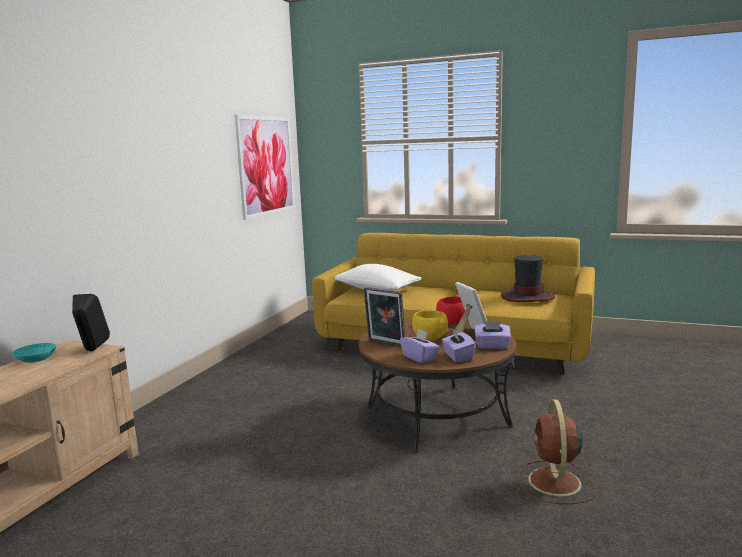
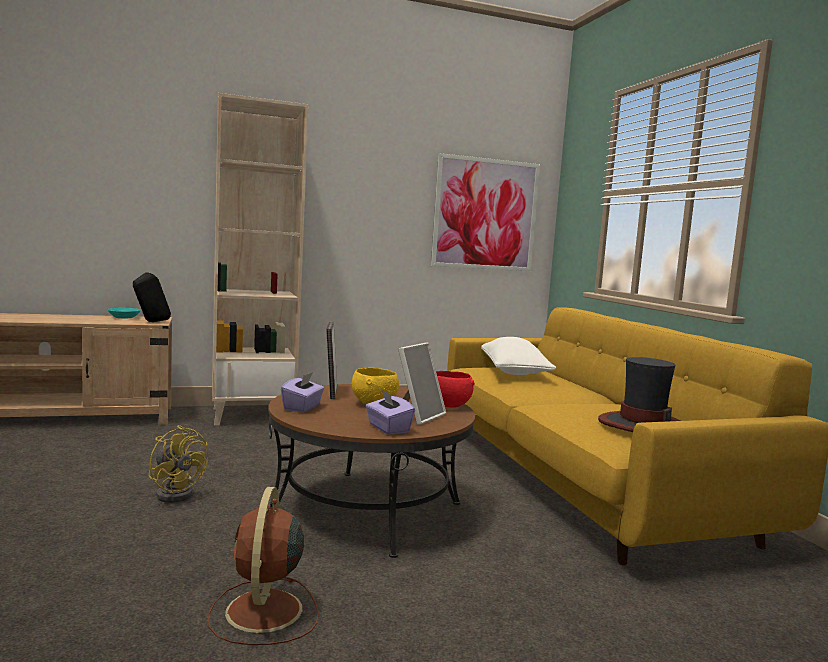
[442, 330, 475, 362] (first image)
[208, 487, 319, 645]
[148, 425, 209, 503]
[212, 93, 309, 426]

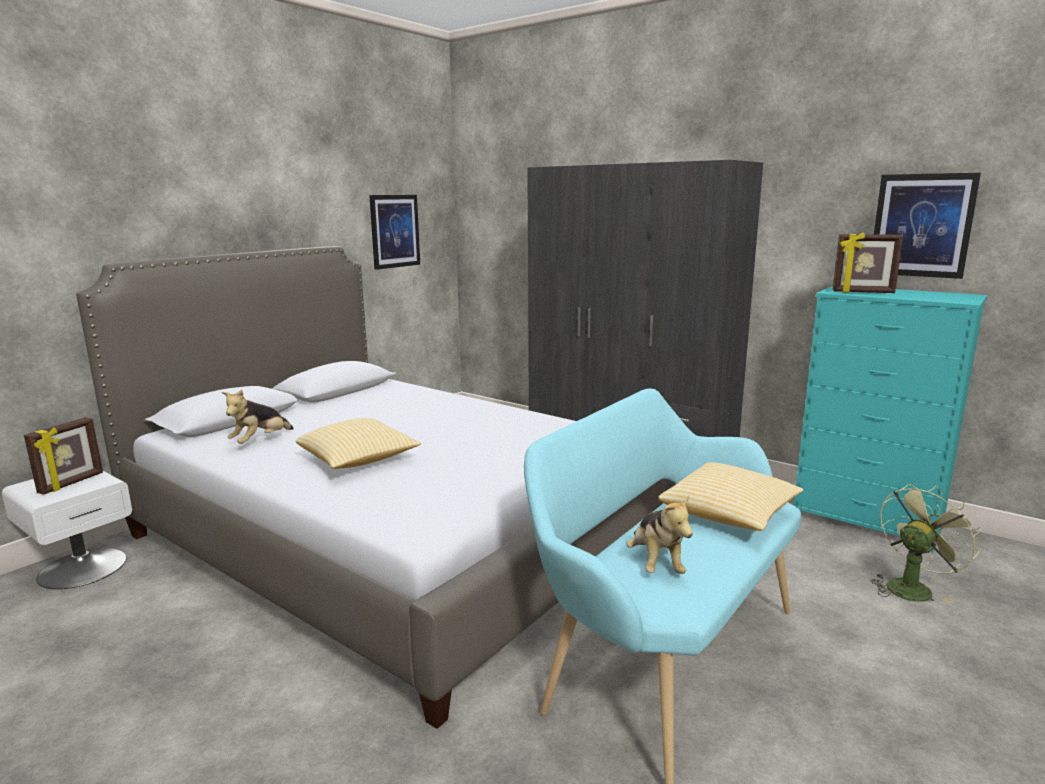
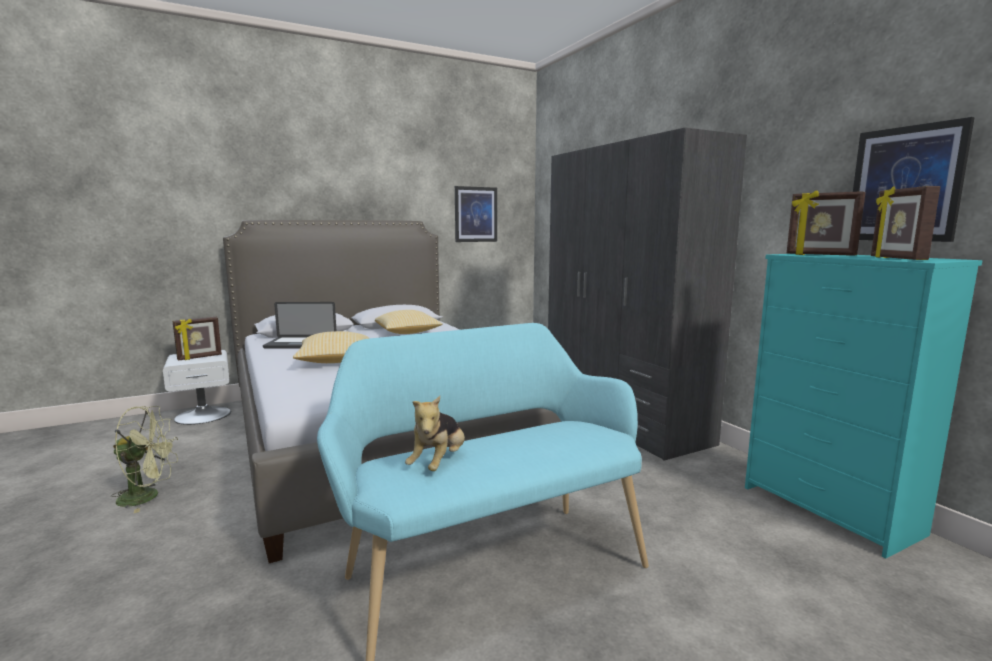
[263, 302, 337, 349]
[375, 310, 443, 334]
[111, 406, 178, 513]
[871, 186, 941, 260]

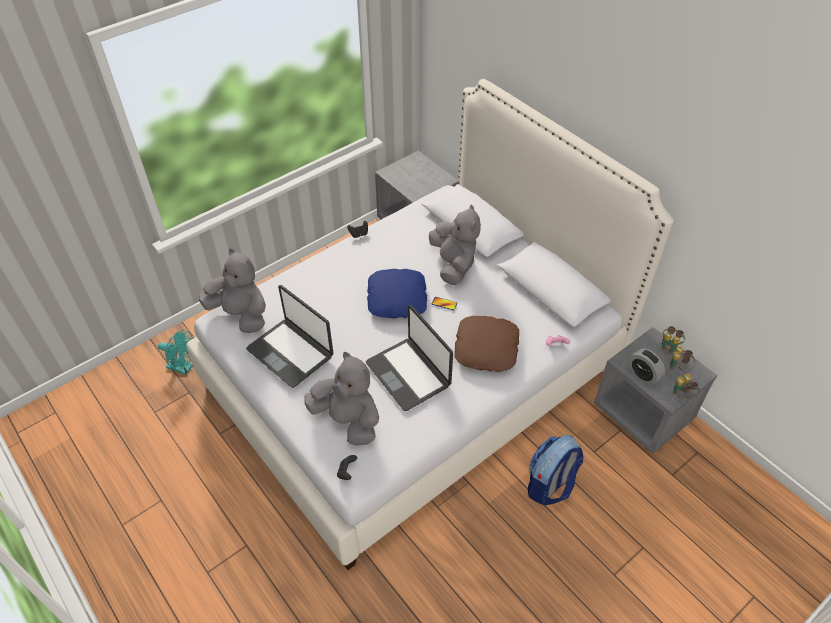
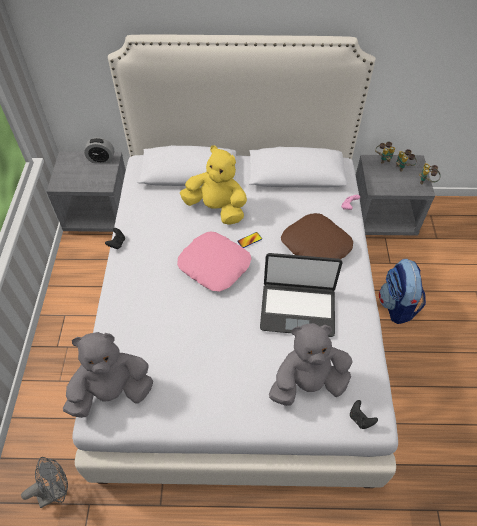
[21, 457, 68, 508]
[246, 285, 334, 388] (first image)
[177, 232, 252, 291]
[180, 146, 247, 225]
[84, 137, 114, 163]

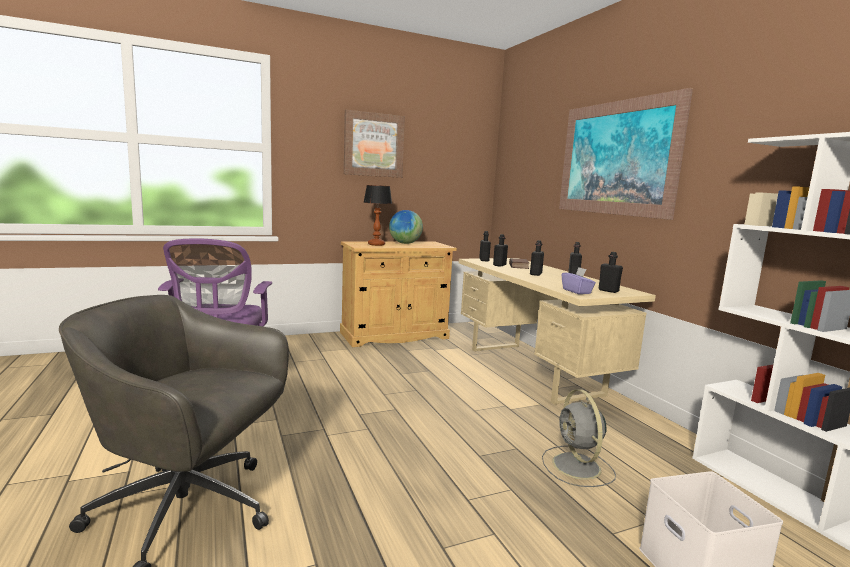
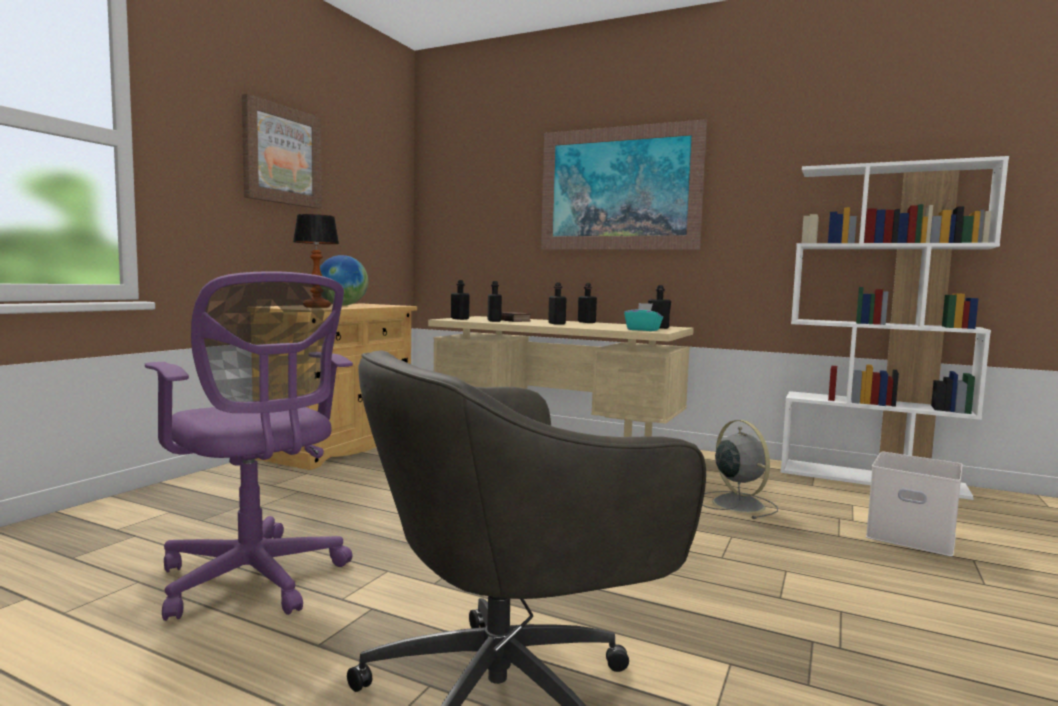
[702, 420, 778, 519]
[624, 303, 663, 331]

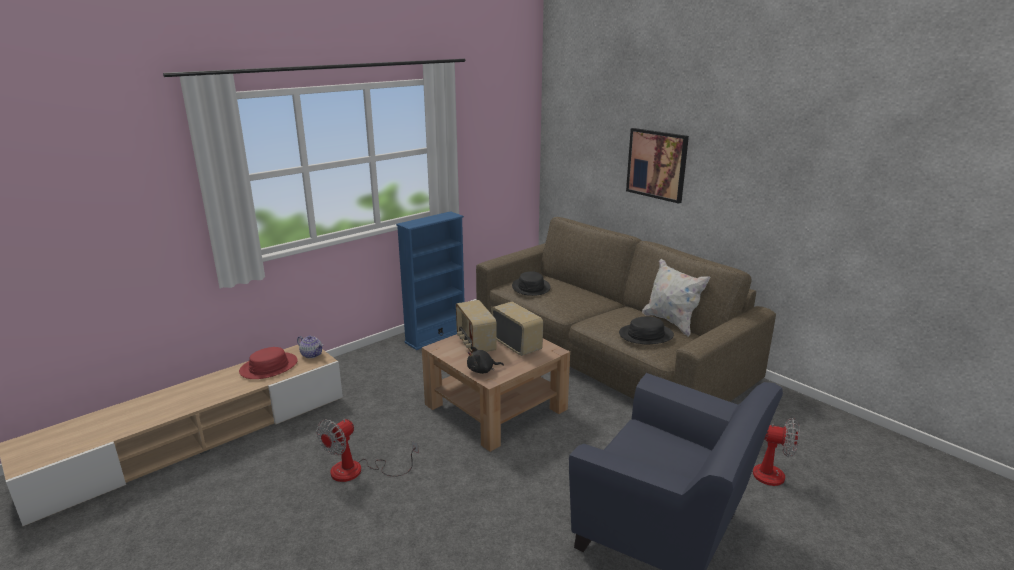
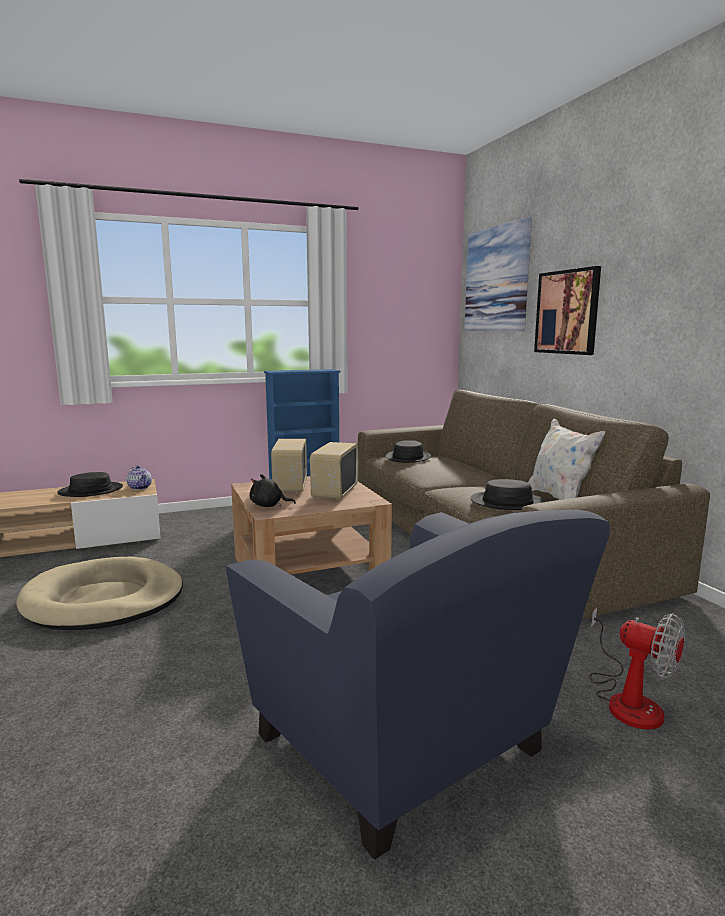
[57, 472, 123, 497]
[16, 557, 183, 630]
[310, 442, 358, 500]
[464, 217, 532, 331]

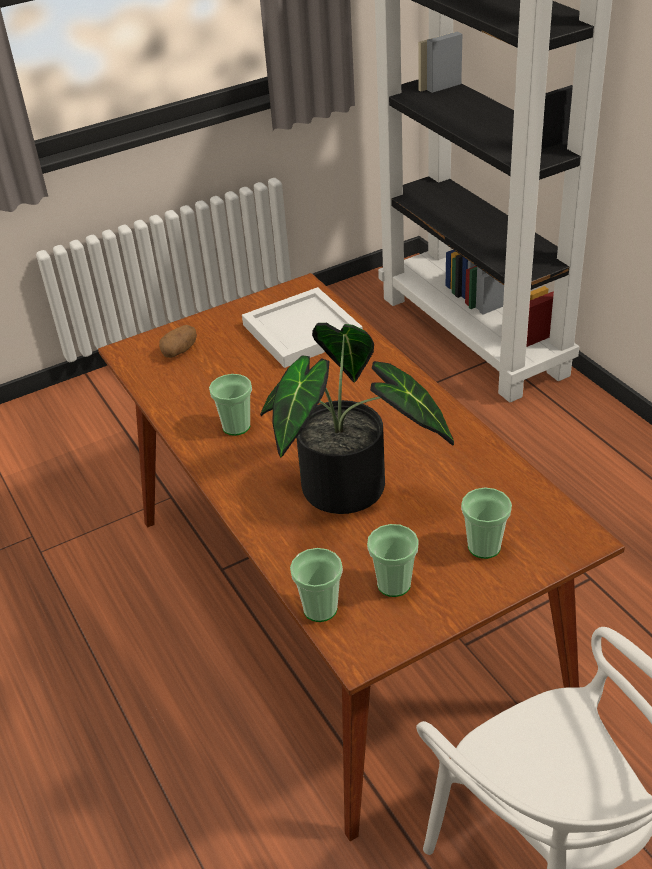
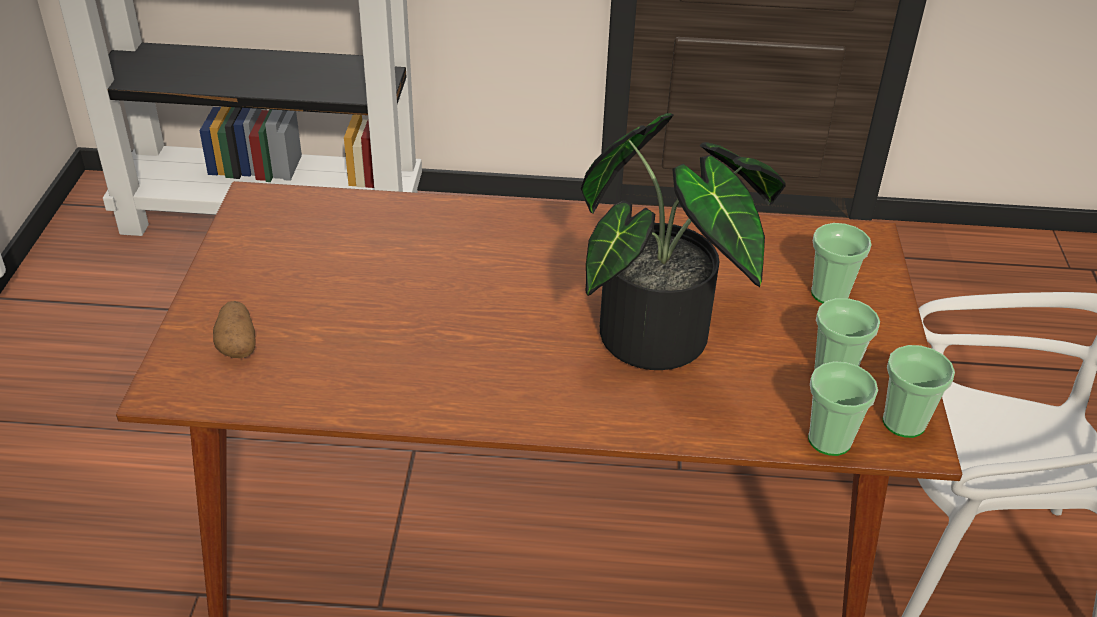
[883, 345, 955, 438]
[242, 287, 363, 368] (first image)

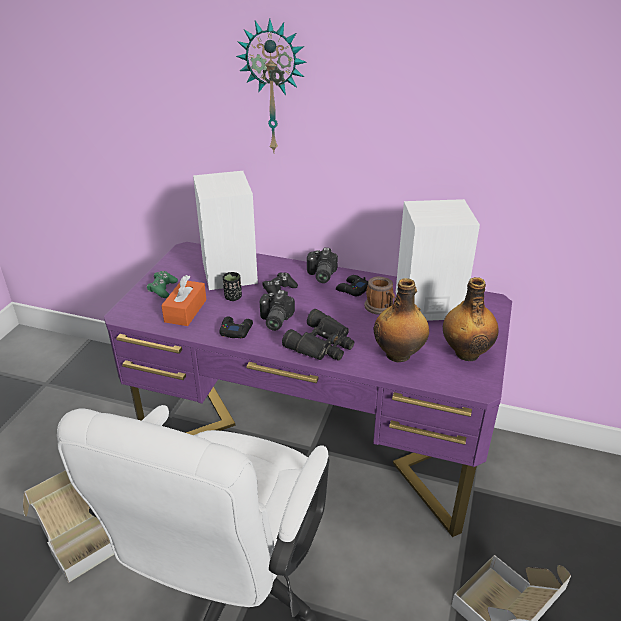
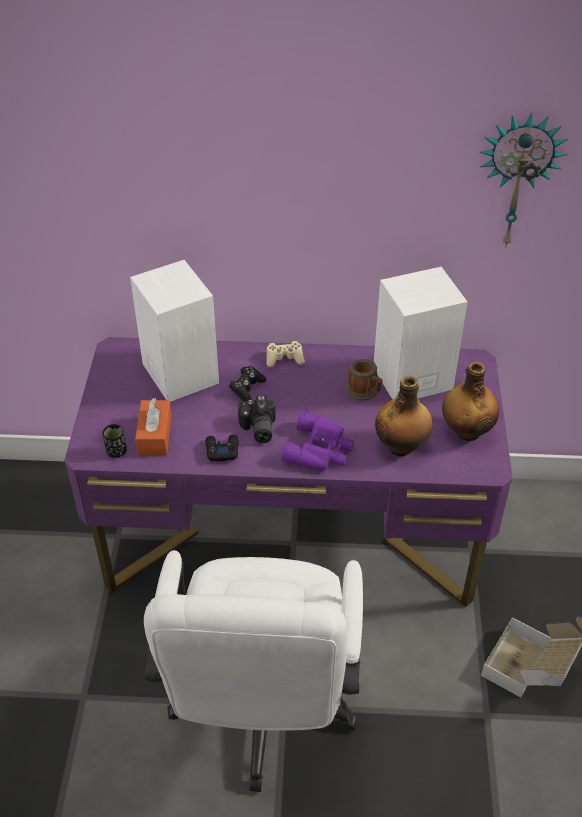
[23, 470, 114, 583] (first image)
[147, 271, 178, 298] (first image)
[102, 424, 127, 458]
[479, 113, 568, 248]
[281, 410, 354, 470]
[266, 341, 305, 367]
[336, 275, 368, 296] (first image)

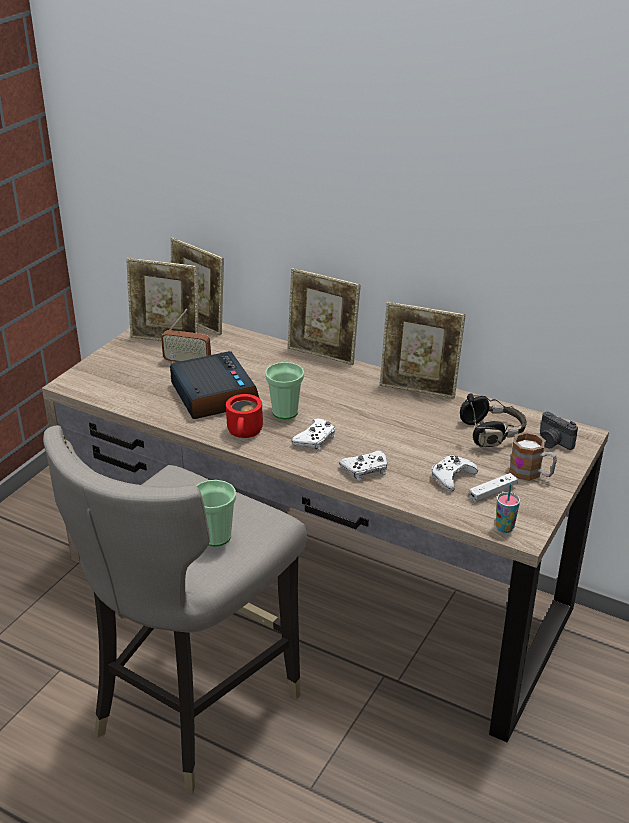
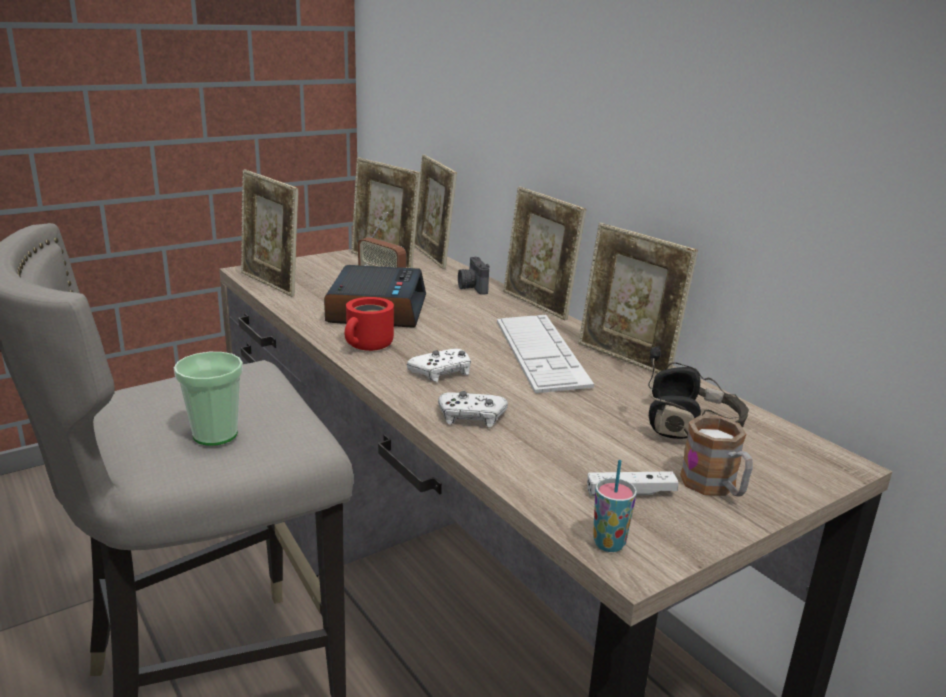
[265, 362, 304, 419] (first image)
[431, 455, 478, 492] (first image)
[458, 257, 490, 295]
[241, 169, 298, 297]
[497, 315, 594, 393]

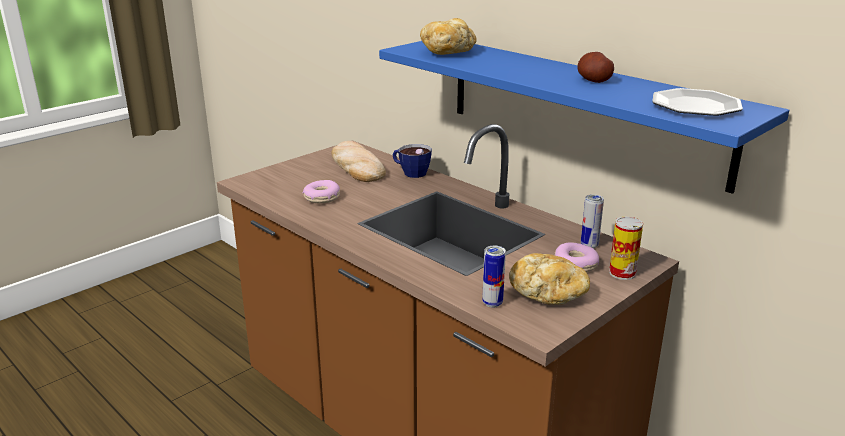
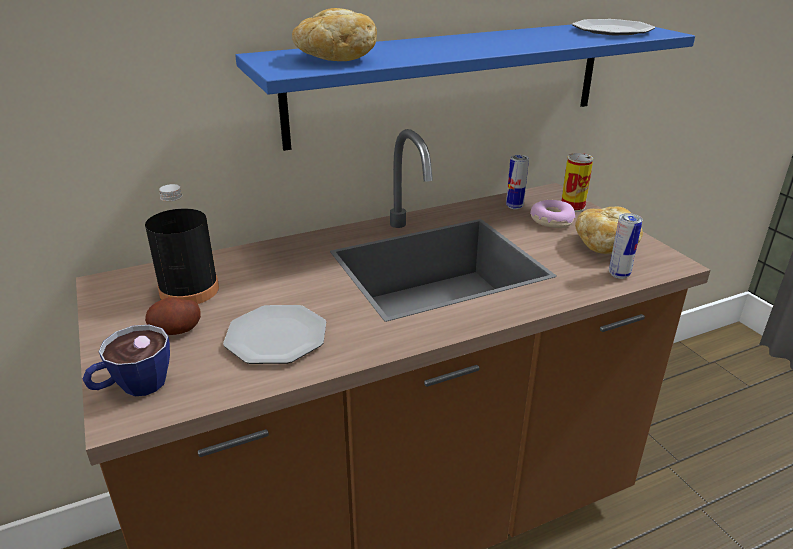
[223, 305, 326, 364]
[145, 184, 219, 304]
[83, 325, 170, 396]
[145, 297, 201, 335]

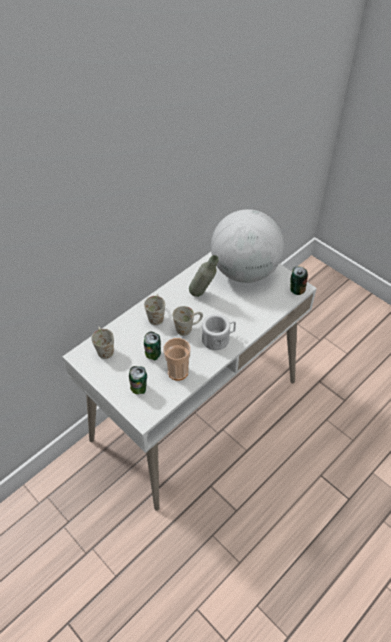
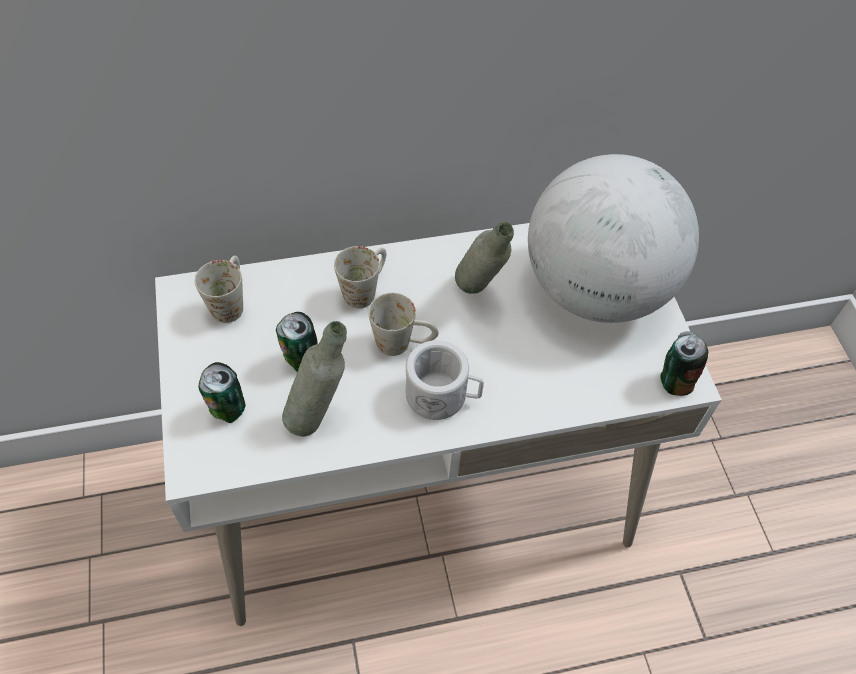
[282, 321, 347, 436]

